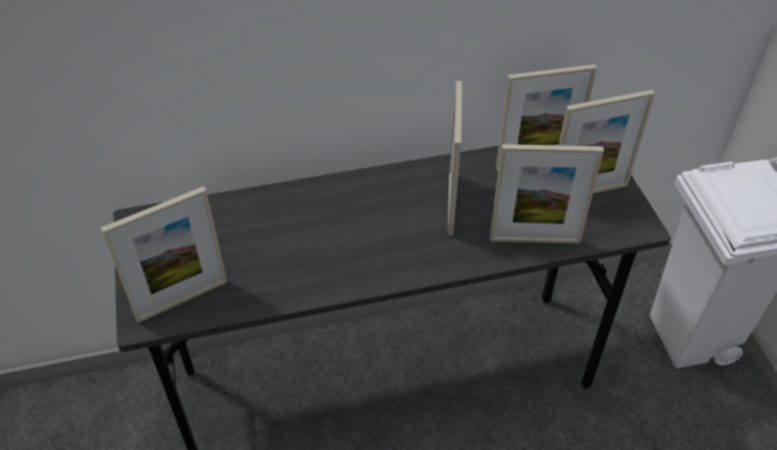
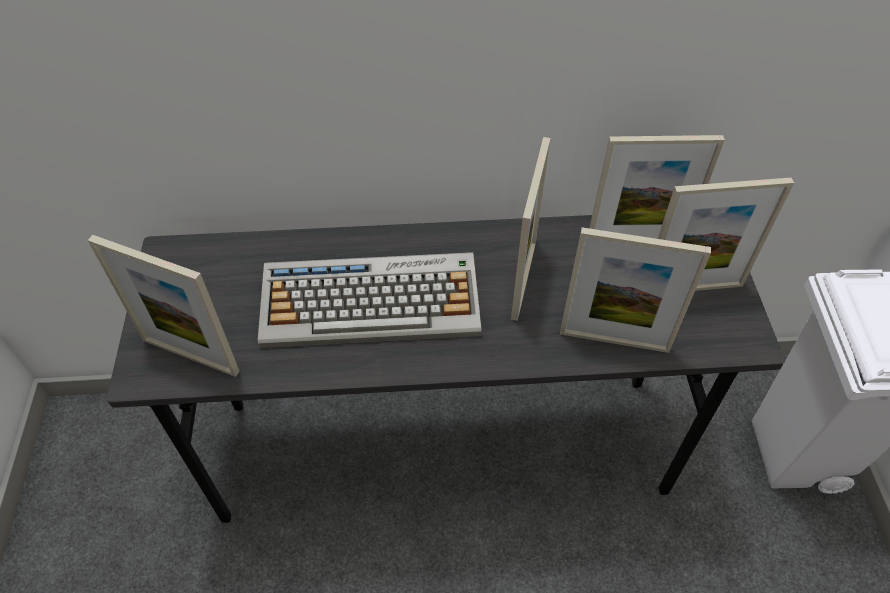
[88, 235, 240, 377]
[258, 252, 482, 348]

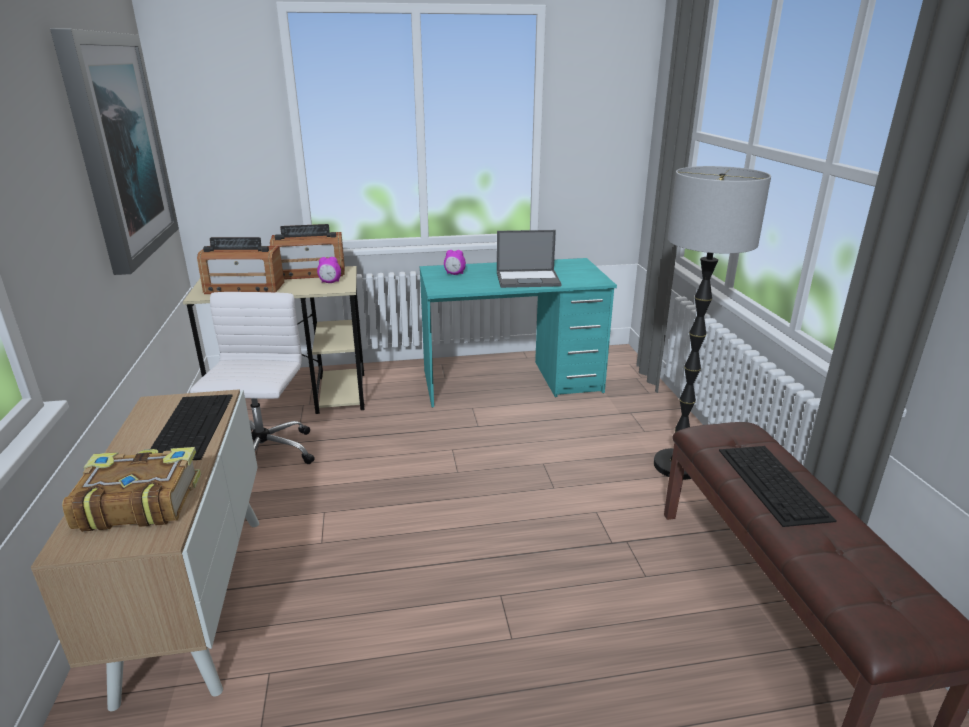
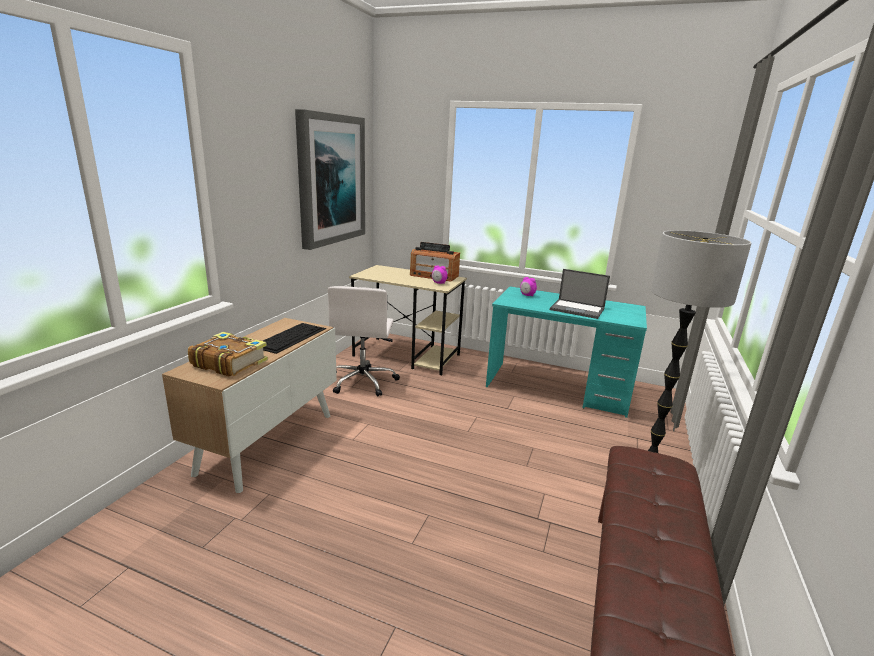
[328, 286, 400, 396]
[197, 237, 284, 294] (first image)
[719, 446, 837, 527] (first image)

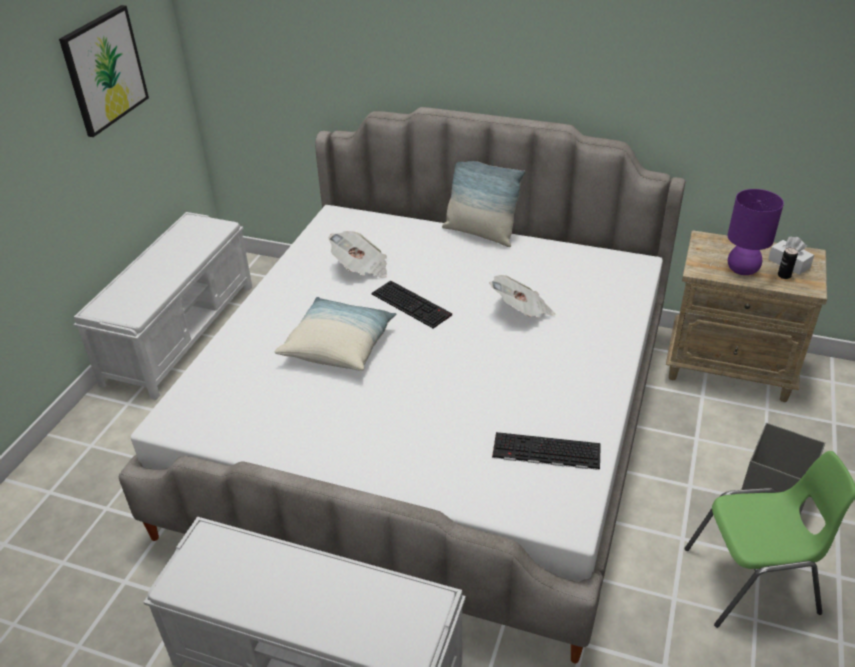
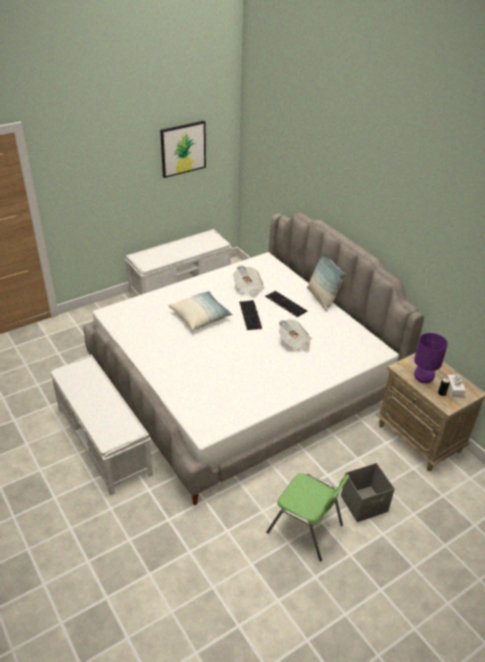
[265, 291, 307, 317]

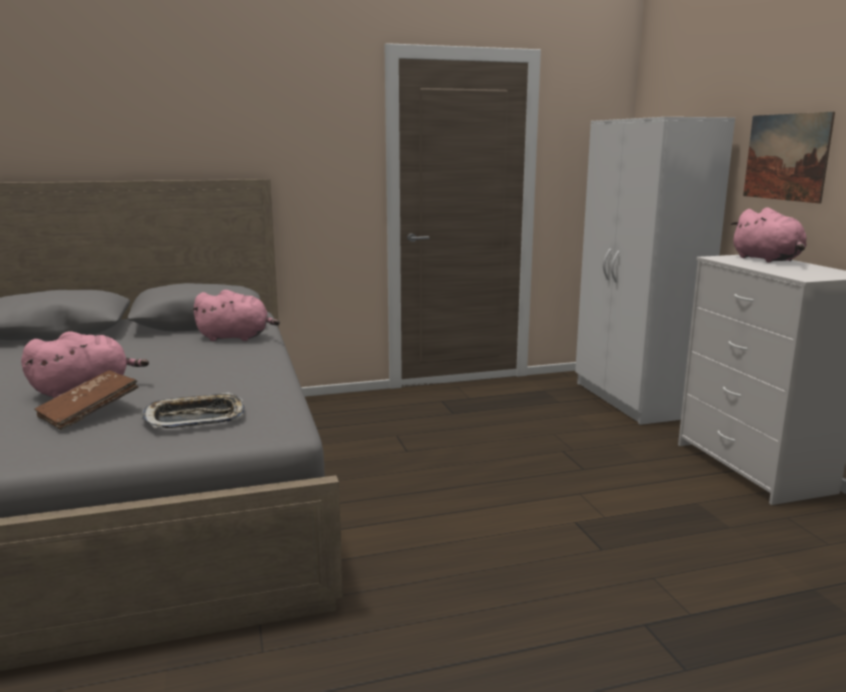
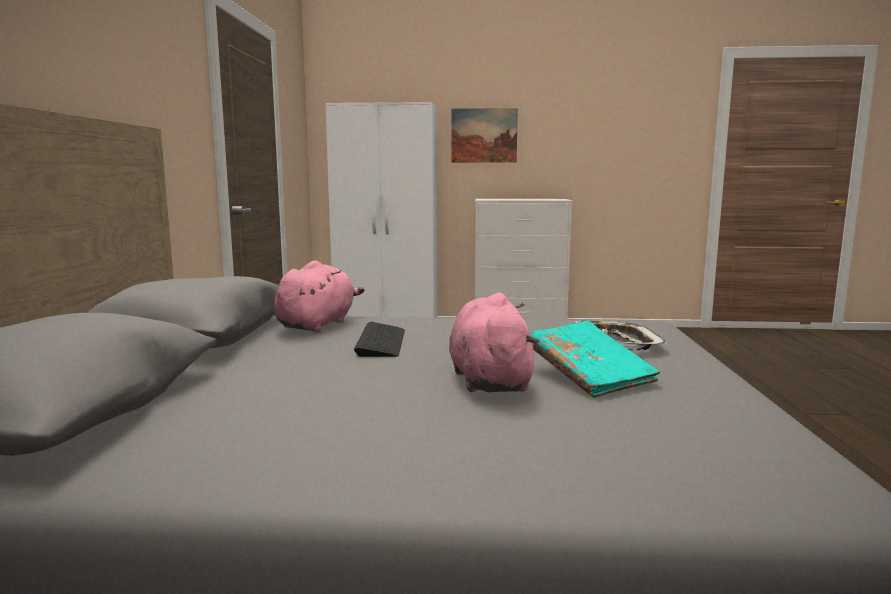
[531, 320, 660, 398]
[731, 207, 806, 263] (first image)
[354, 322, 405, 357]

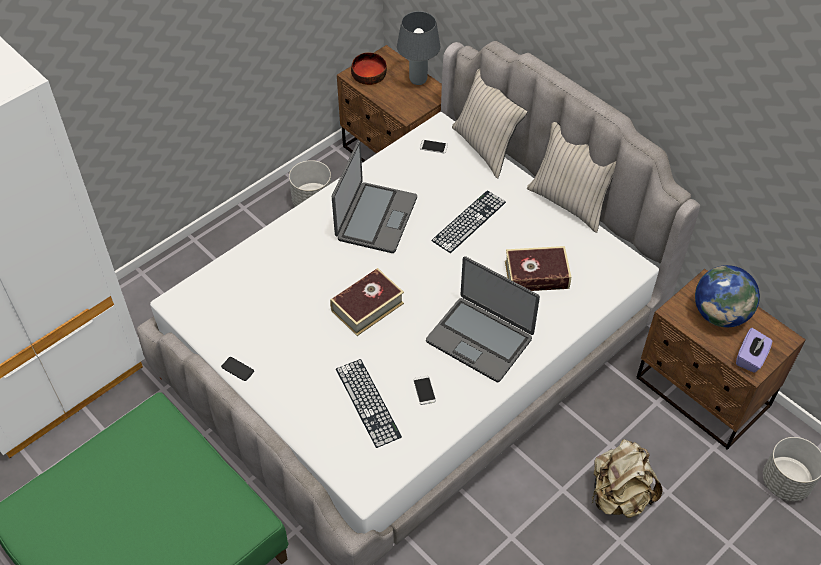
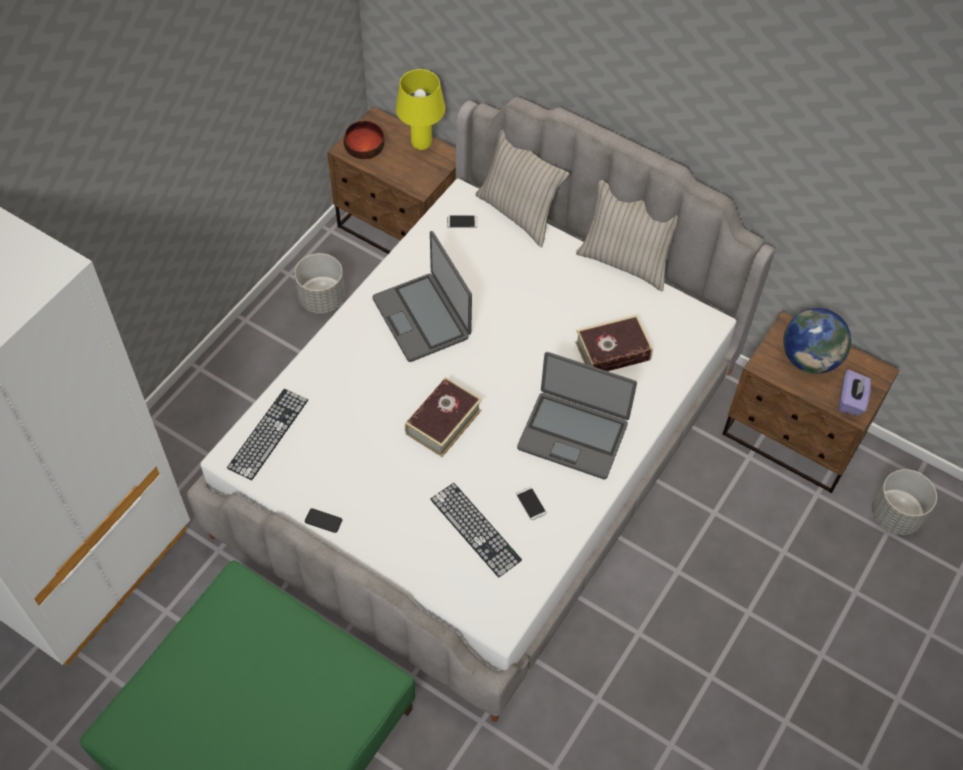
[372, 231, 472, 362]
[396, 69, 445, 150]
[227, 389, 308, 480]
[591, 439, 663, 518] (first image)

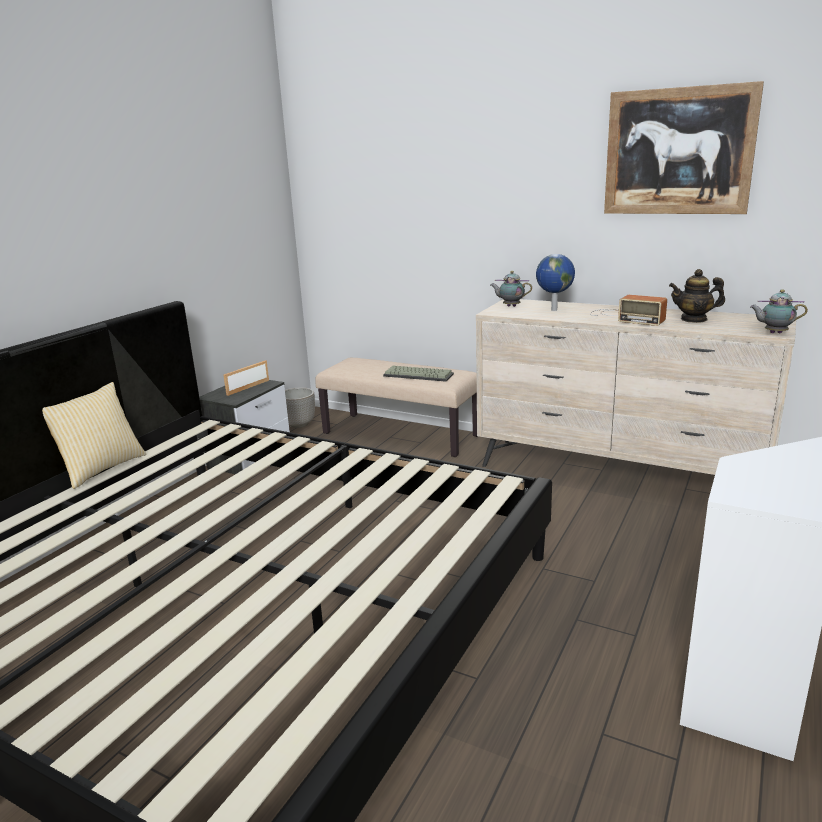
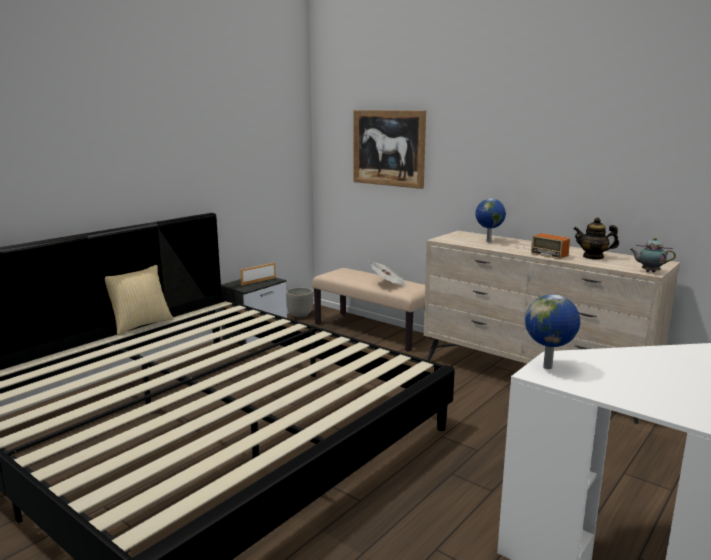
[368, 261, 407, 287]
[491, 271, 532, 307] (first image)
[354, 110, 426, 189]
[525, 294, 580, 369]

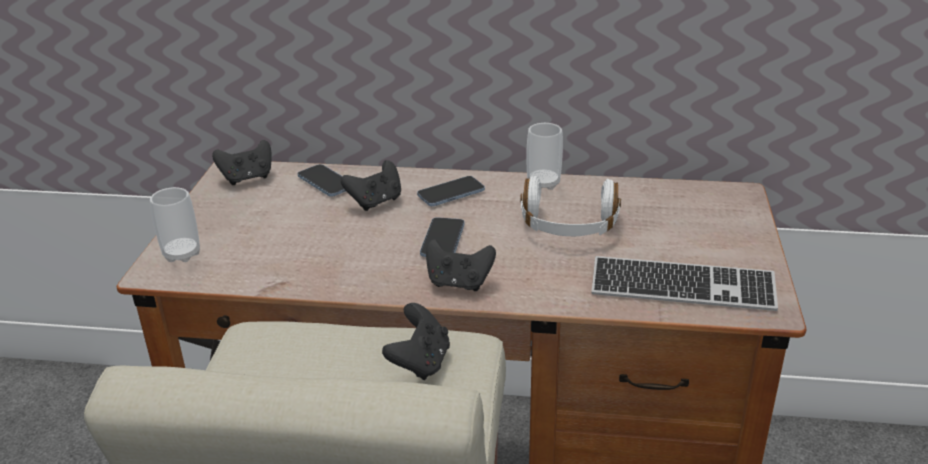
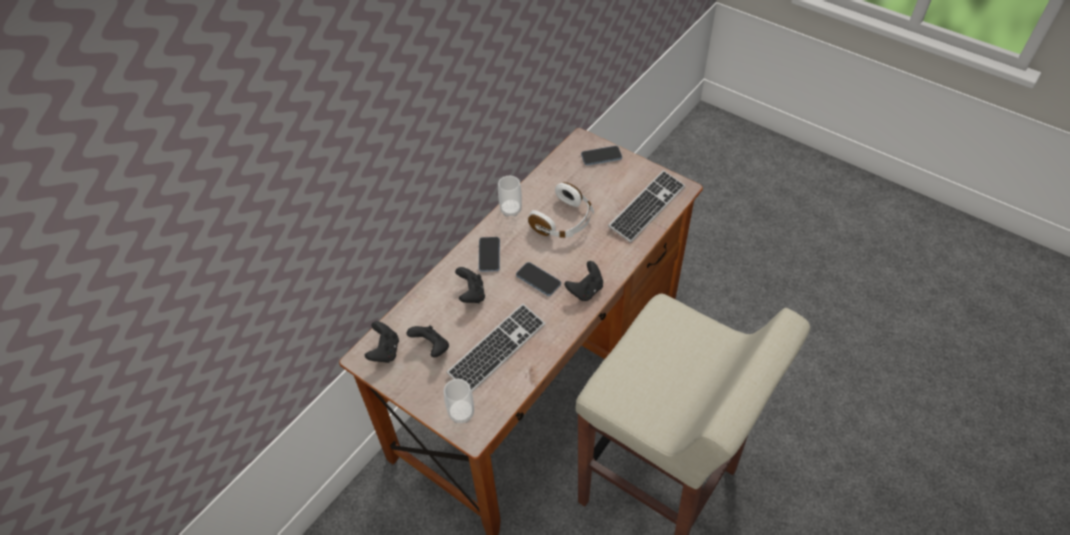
[581, 146, 622, 166]
[406, 325, 449, 357]
[446, 304, 545, 392]

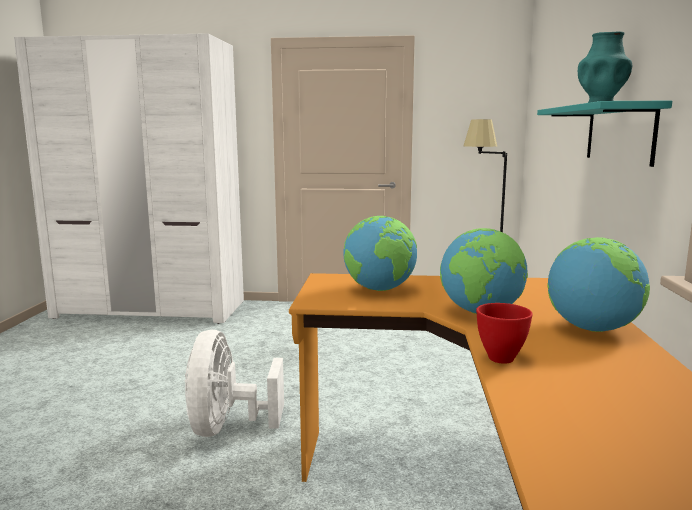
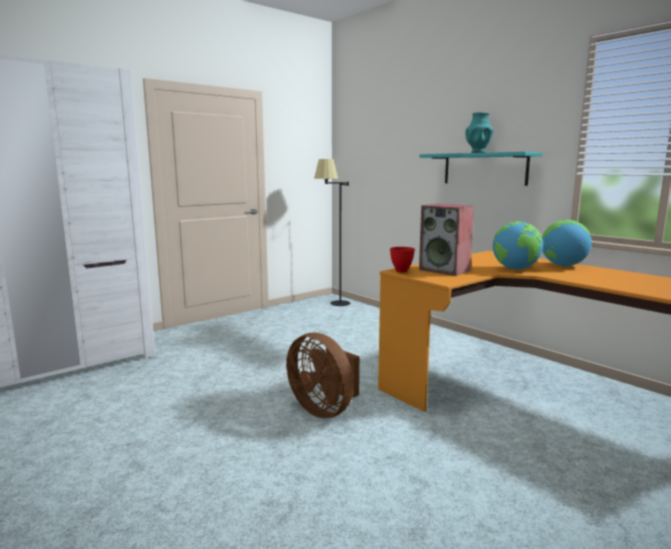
[286, 332, 359, 419]
[419, 204, 474, 276]
[390, 247, 415, 272]

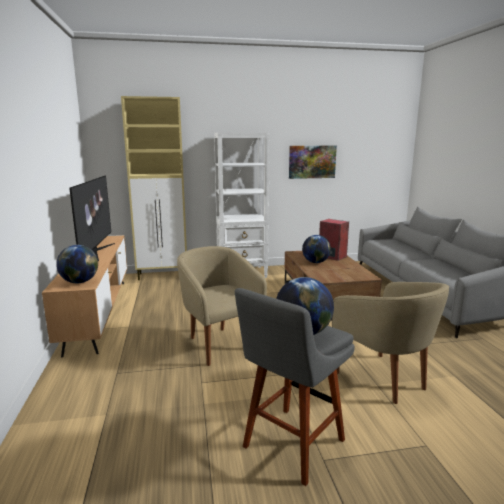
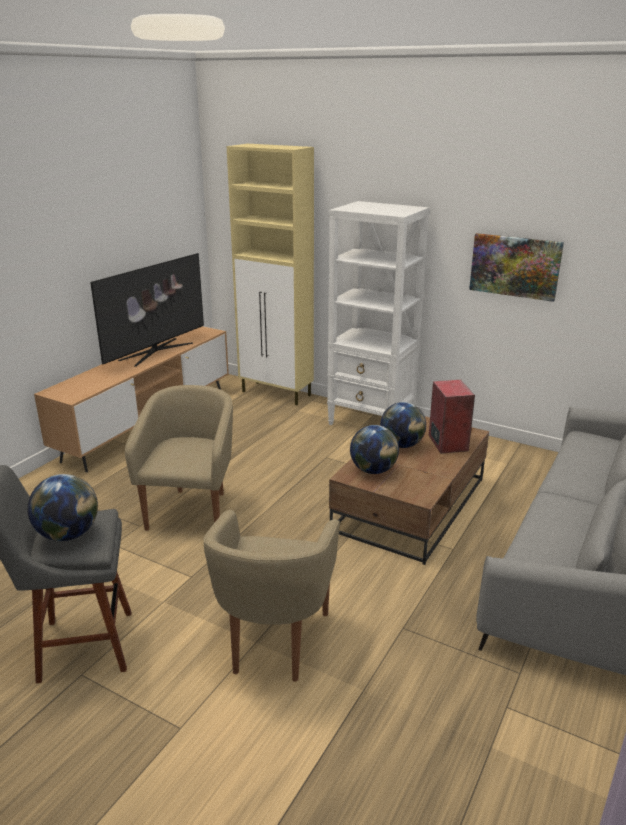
[350, 425, 399, 474]

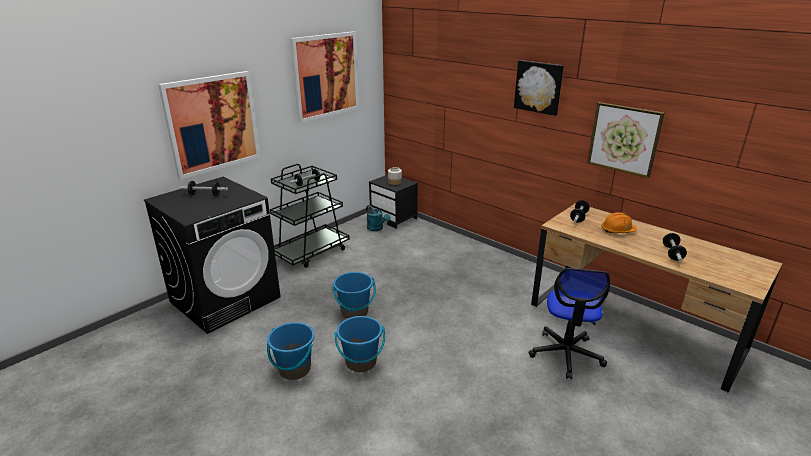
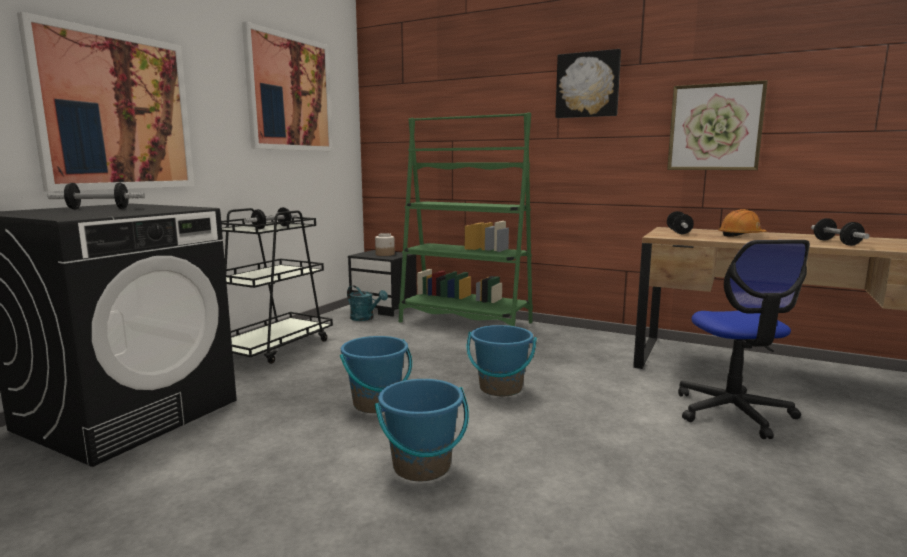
[467, 325, 537, 396]
[399, 112, 533, 326]

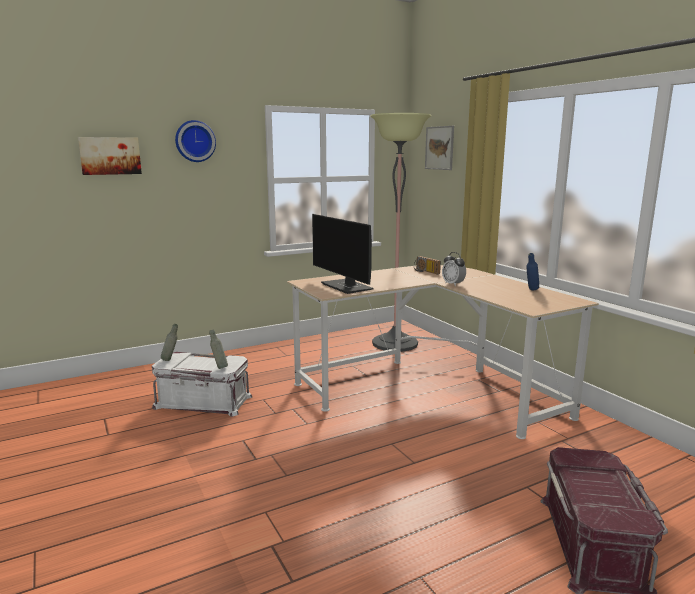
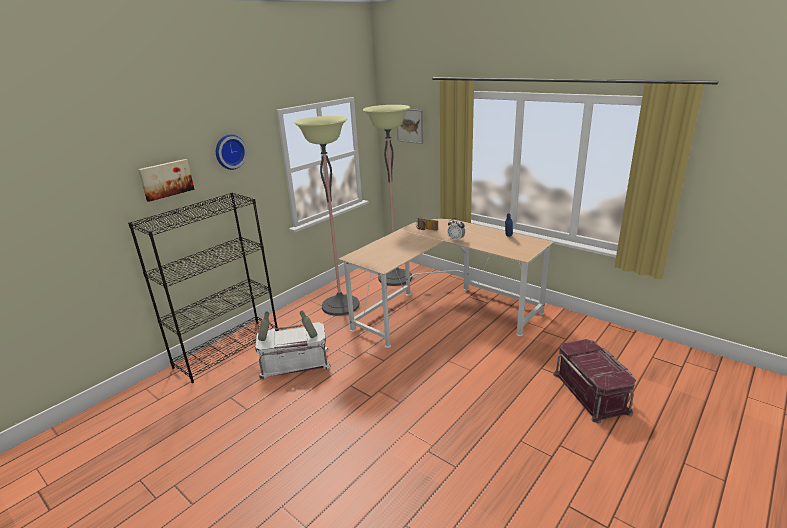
[312, 214, 374, 294] (first image)
[128, 192, 278, 383]
[294, 116, 360, 316]

